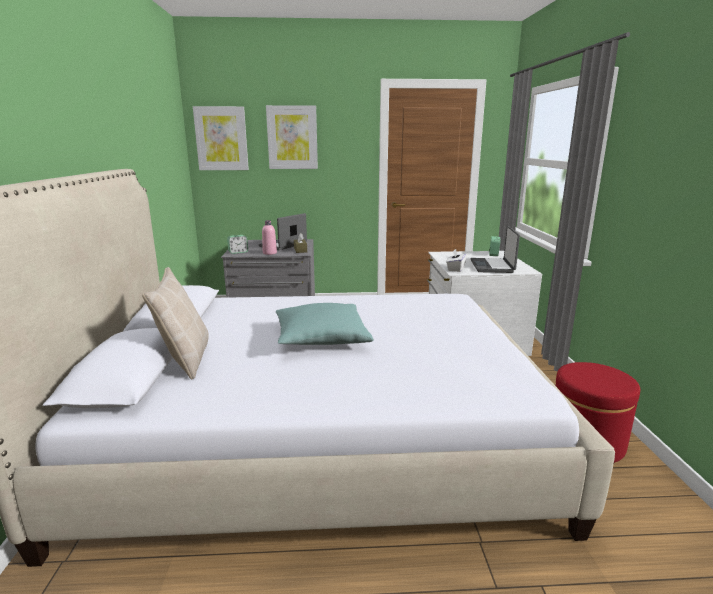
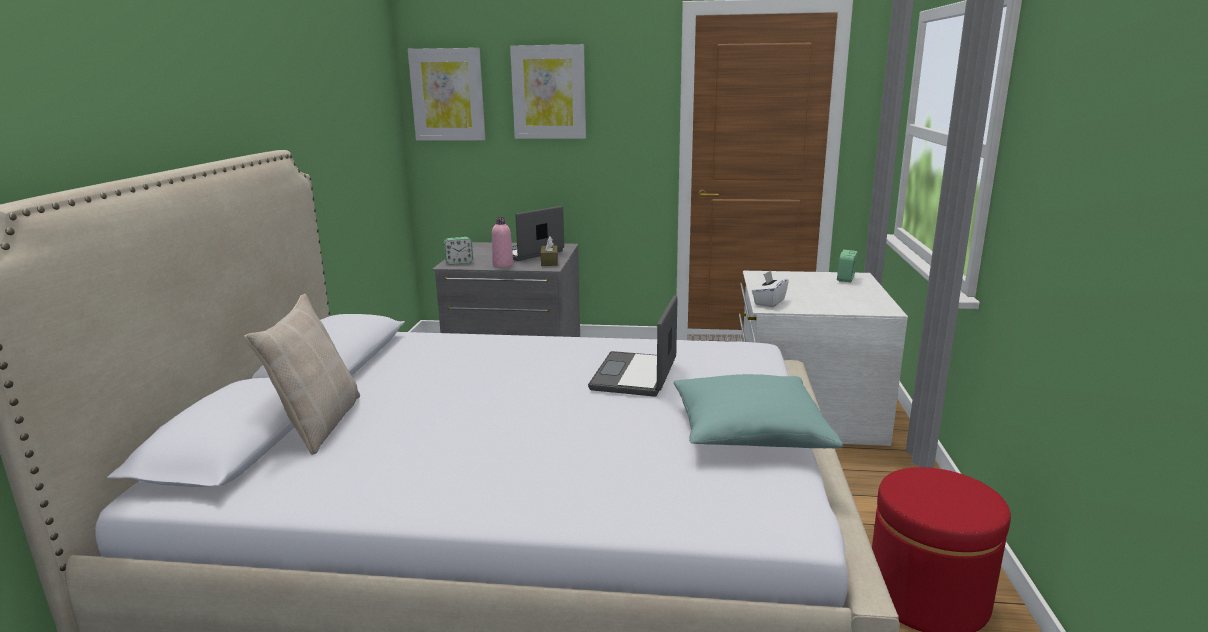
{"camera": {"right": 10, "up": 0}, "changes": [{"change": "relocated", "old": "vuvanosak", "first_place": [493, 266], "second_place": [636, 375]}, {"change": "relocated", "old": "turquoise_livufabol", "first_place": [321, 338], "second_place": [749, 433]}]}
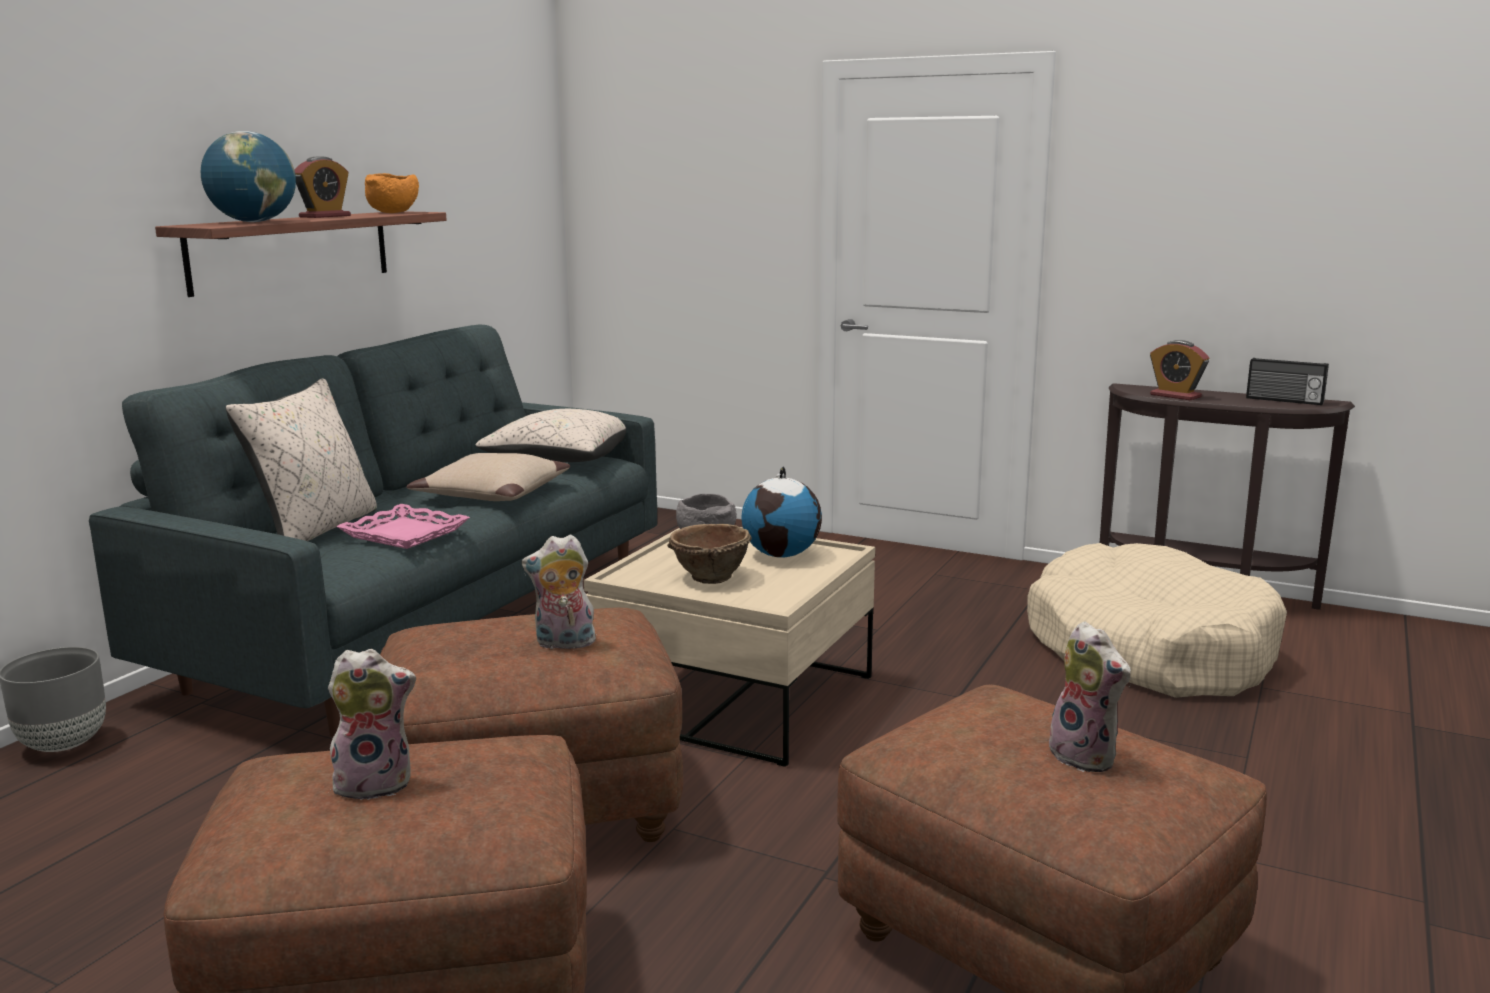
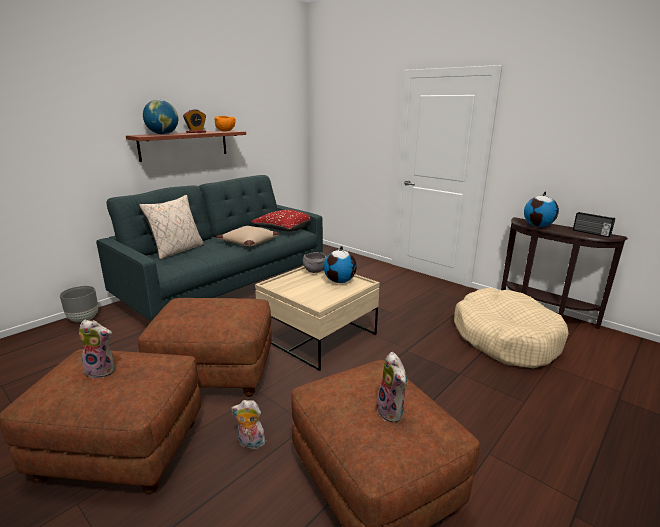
{"camera": {"right": 15, "up": 5}, "changes": [{"change": "exchanged", "old": "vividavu", "new": "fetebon", "first_place": [1175, 396], "second_place": [538, 226]}, {"change": "colour", "old": "beige_livufabol", "new": "red_livufabol", "first_place": [558, 459], "second_place": [284, 229]}, {"change": "missing", "old": "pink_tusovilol", "first_place": [404, 534]}, {"change": "missing", "old": "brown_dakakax", "first_place": [710, 578]}, {"change": "relocated", "old": "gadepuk", "first_place": [563, 644], "second_place": [250, 443]}]}
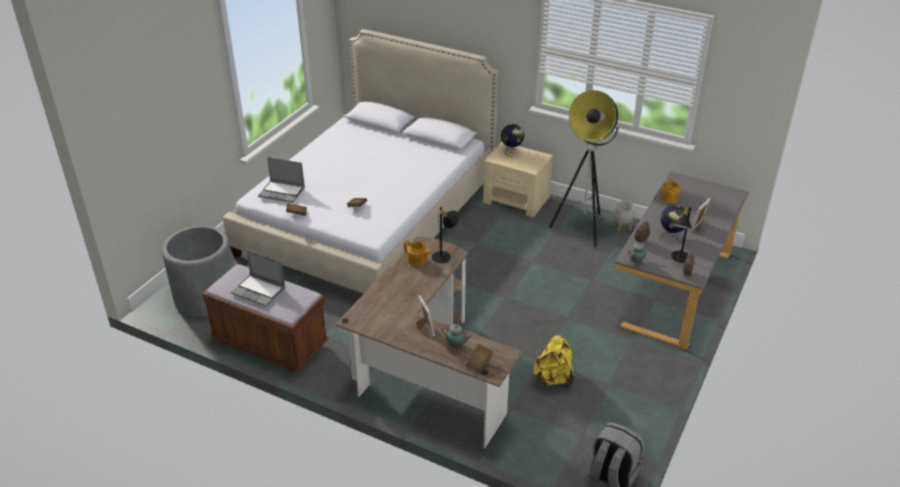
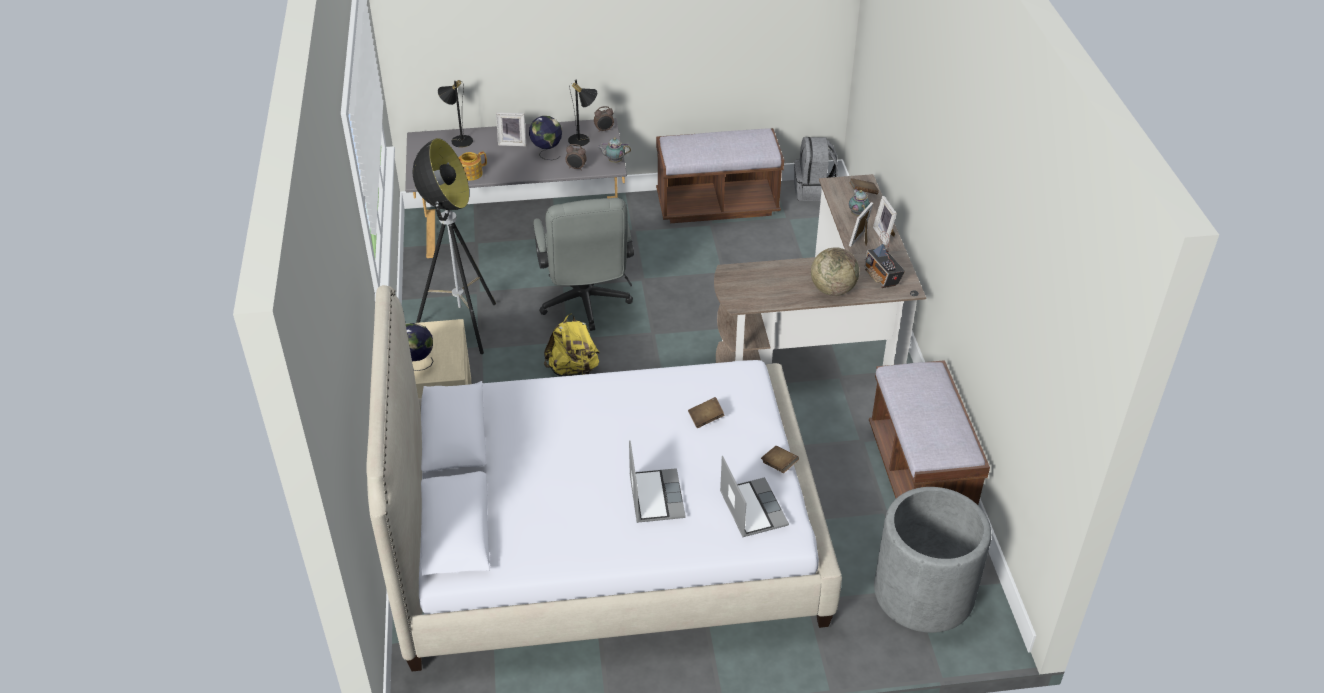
{"camera": {"right": -125, "up": 5}, "changes": [{"change": "missing", "old": "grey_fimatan", "first_place": [622, 227]}, {"change": "relocated", "old": "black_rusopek", "first_place": [444, 256], "second_place": [458, 140]}, {"change": "missing", "old": "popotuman", "first_place": [417, 260]}, {"change": "relocated", "old": "vuvanosak", "first_place": [259, 291], "second_place": [655, 496]}, {"change": "relocated", "old": "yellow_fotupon", "first_place": [553, 379], "second_place": [573, 370]}, {"change": "appeared", "new": "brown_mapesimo", "second_place": [717, 205]}, {"change": "appeared", "new": "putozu", "second_place": [885, 235]}, {"change": "appeared", "new": "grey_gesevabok", "second_place": [585, 305]}, {"change": "appeared", "new": "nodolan", "second_place": [882, 278]}, {"change": "appeared", "new": "fetebon", "second_place": [832, 290]}]}
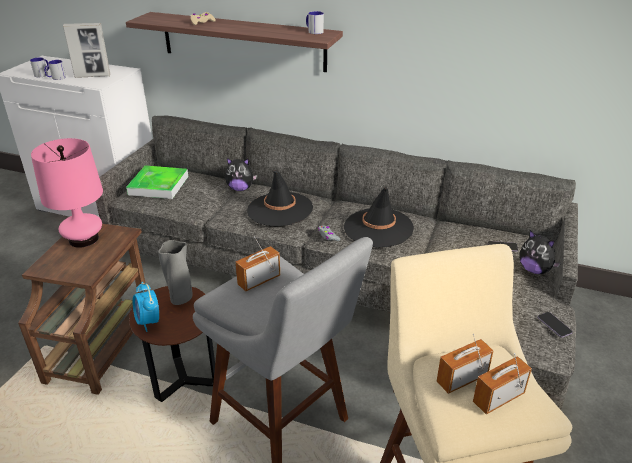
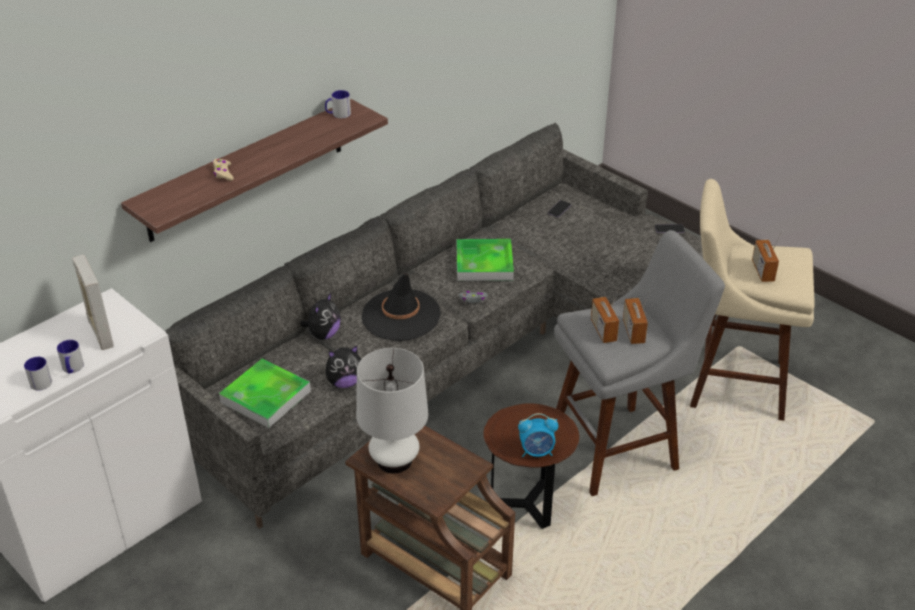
{"camera": {"right": -65, "up": 5}, "changes": [{"change": "spun", "old": "putozu", "first_place": [92, 76], "second_place": [100, 333], "degrees": -45}, {"change": "colour", "old": "pink_rusopek", "new": "white_rusopek", "first_place": [84, 239], "second_place": [394, 460]}, {"change": "exchanged", "old": "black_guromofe", "new": "tusovilol", "first_place": [378, 228], "second_place": [484, 263]}, {"change": "relocated", "old": "gadepuk", "first_place": [534, 270], "second_place": [345, 382]}, {"change": "missing", "old": "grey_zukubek", "first_place": [181, 299]}, {"change": "relocated", "old": "nodolan", "first_place": [498, 398], "second_place": [633, 331]}]}
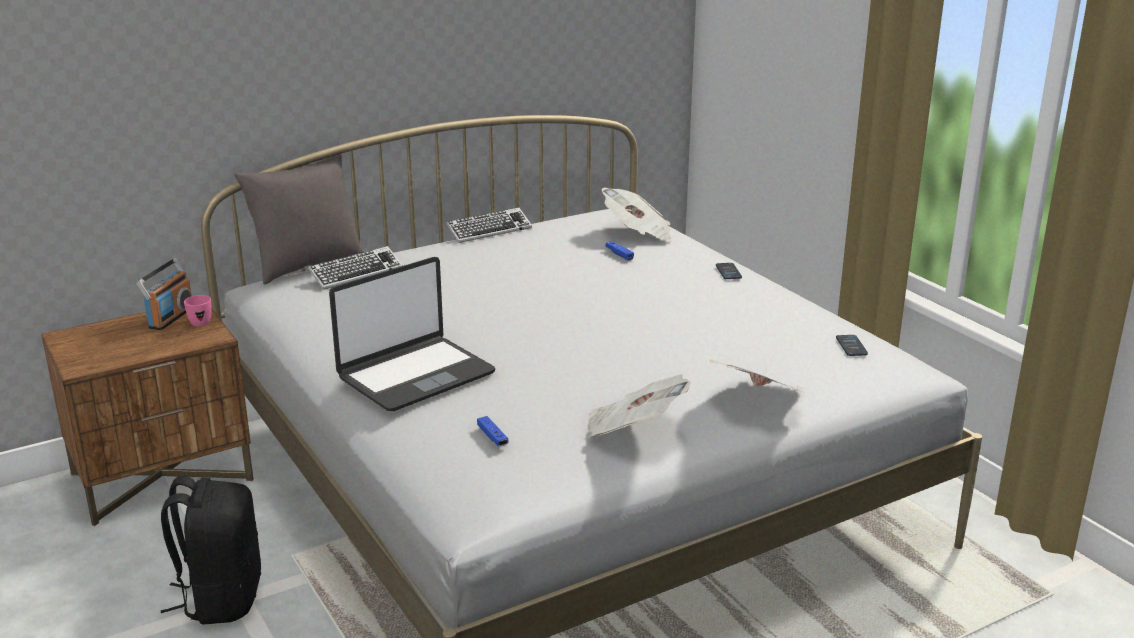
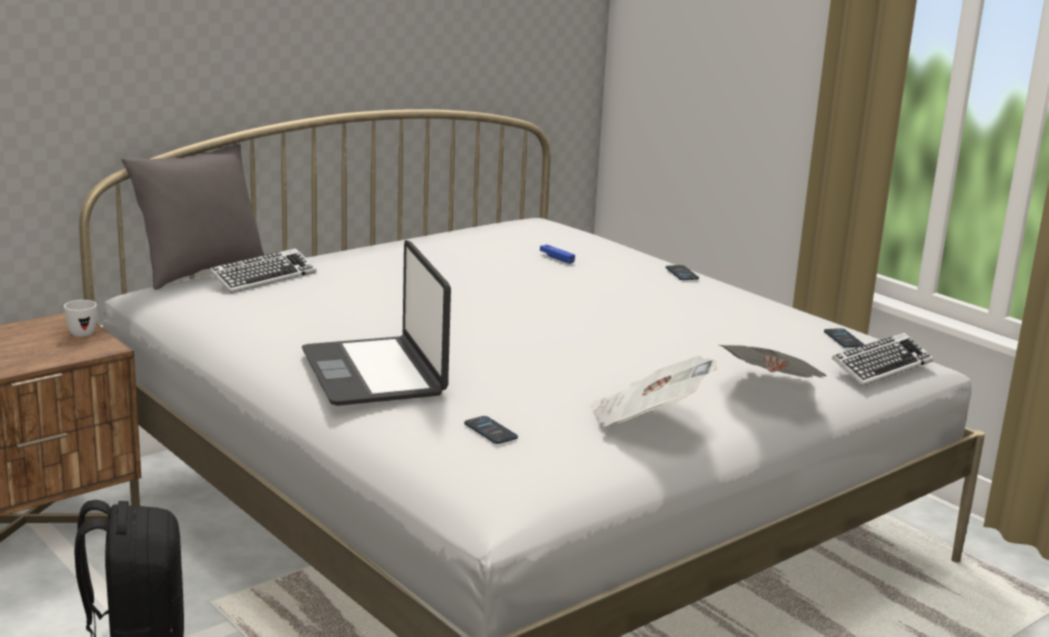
{"camera": {"right": -10, "up": -5}, "changes": [{"change": "missing", "old": "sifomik", "first_place": [638, 233]}, {"change": "relocated", "old": "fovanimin", "first_place": [489, 230], "second_place": [881, 366]}, {"change": "spun", "old": "vuvanosak", "first_place": [415, 375], "second_place": [375, 373], "degrees": 120}, {"change": "missing", "old": "nodolan", "first_place": [170, 317]}, {"change": "colour", "old": "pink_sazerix", "new": "white_sazerix", "first_place": [200, 322], "second_place": [81, 332]}, {"change": "exchanged", "old": "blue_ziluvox", "new": "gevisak", "first_place": [492, 437], "second_place": [490, 431]}]}
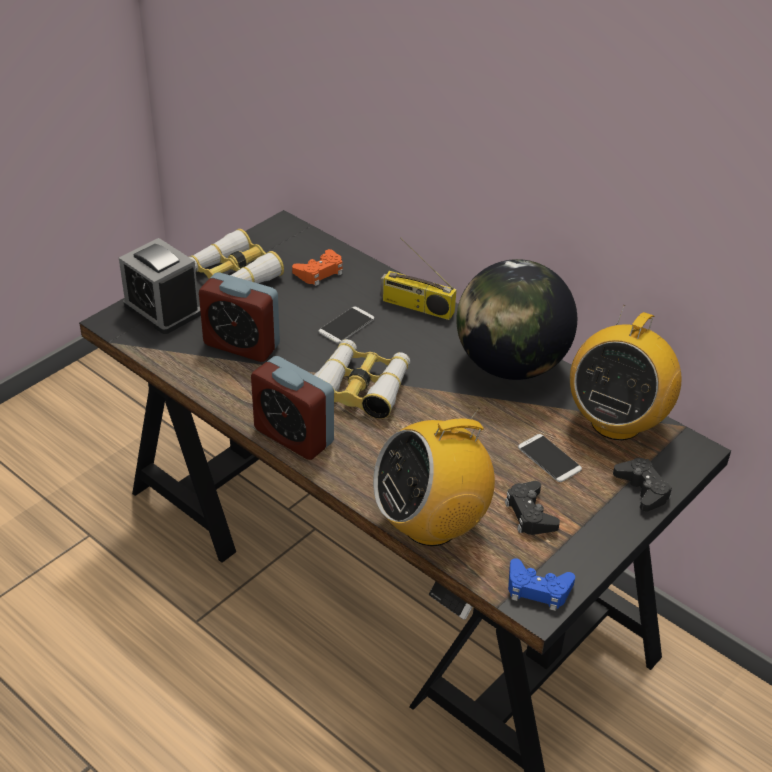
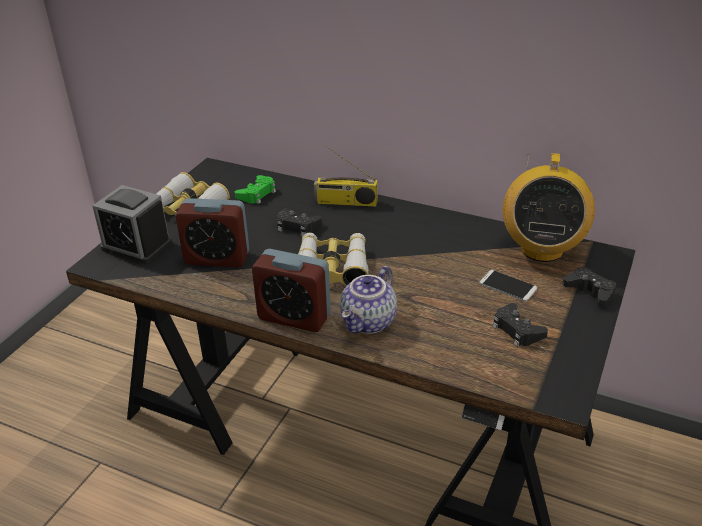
{"camera": {"right": -15, "up": -5}, "changes": [{"change": "colour", "old": "orange_ziluvox", "new": "green_ziluvox", "first_place": [320, 272], "second_place": [257, 194]}, {"change": "missing", "old": "fetebon", "first_place": [510, 365]}, {"change": "exchanged", "old": "gevisak", "new": "black_ziluvox", "first_place": [346, 325], "second_place": [297, 226]}, {"change": "missing", "old": "nodolan", "first_place": [431, 524]}, {"change": "missing", "old": "blue_ziluvox", "first_place": [537, 589]}, {"change": "appeared", "new": "popotuman", "second_place": [369, 322]}]}
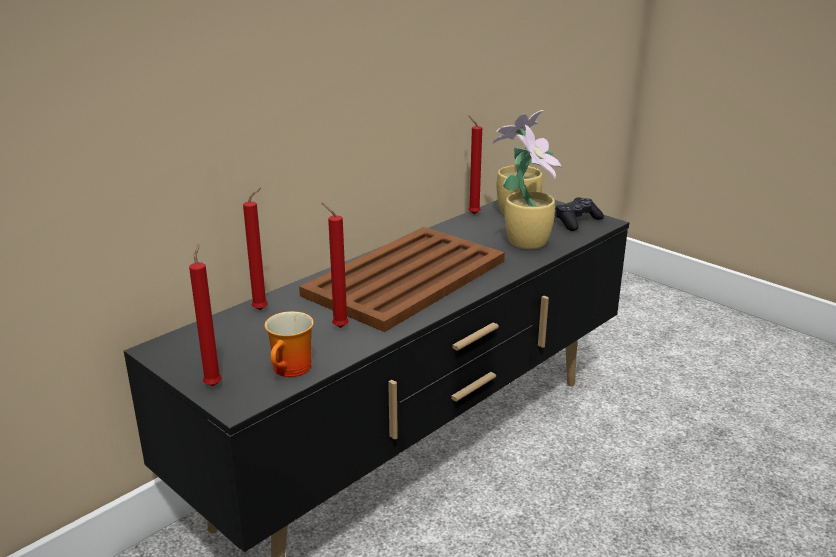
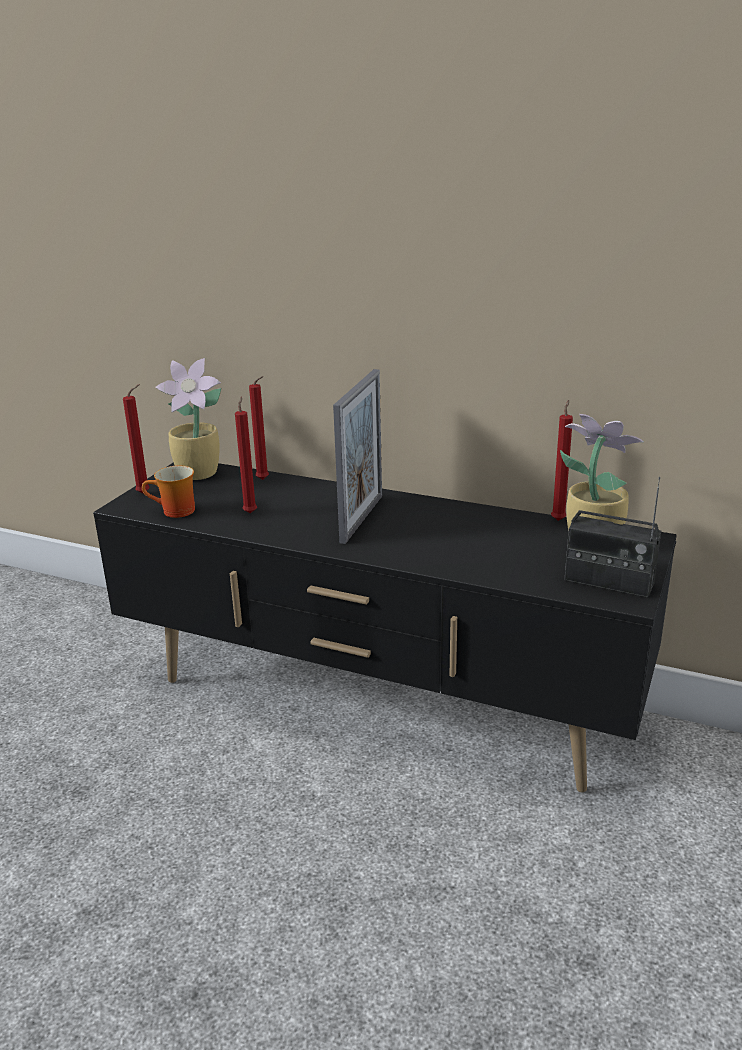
{"camera": {"right": 70, "up": 0}, "changes": [{"change": "relocated", "old": "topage", "first_place": [529, 241], "second_place": [200, 474]}, {"change": "exchanged", "old": "black_ziluvox", "new": "nodolan", "first_place": [577, 221], "second_place": [609, 582]}, {"change": "exchanged", "old": "brown_tusovilol", "new": "putozu", "first_place": [404, 278], "second_place": [362, 518]}]}
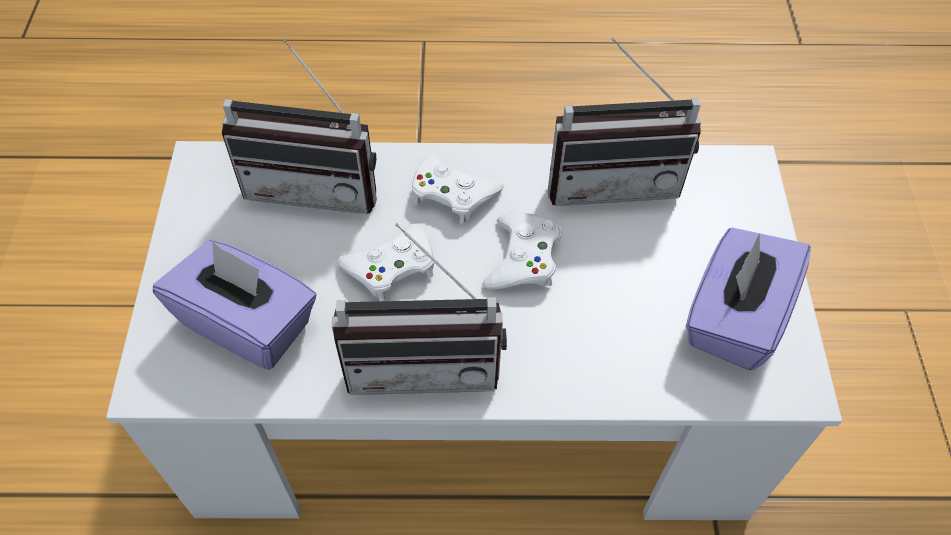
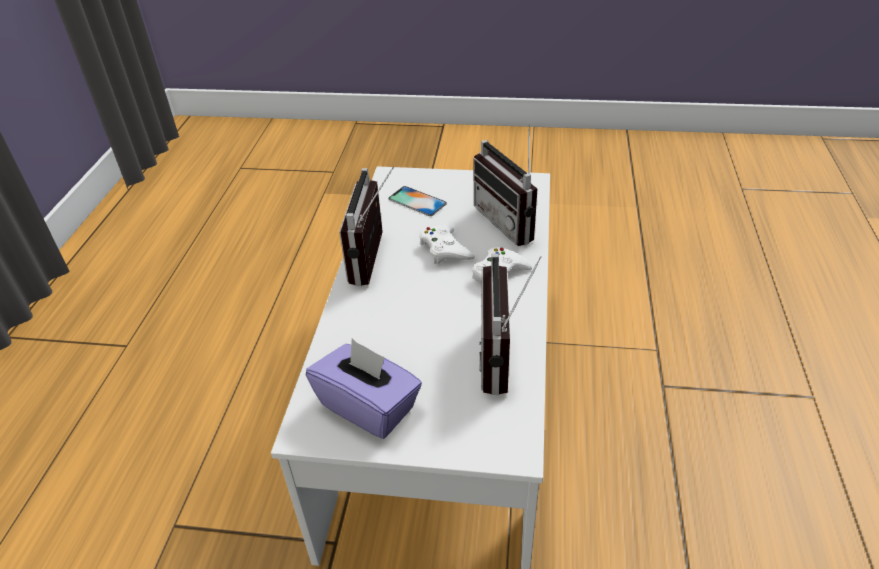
{"camera": {"right": 100, "up": -15}, "changes": [{"change": "spun", "old": "nodolan", "first_place": [316, 184], "second_place": [512, 221], "degrees": -45}, {"change": "missing", "old": "white_ziluvox", "first_place": [523, 258]}, {"change": "exchanged", "old": "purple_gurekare", "new": "gevisak", "first_place": [248, 323], "second_place": [417, 201]}]}
